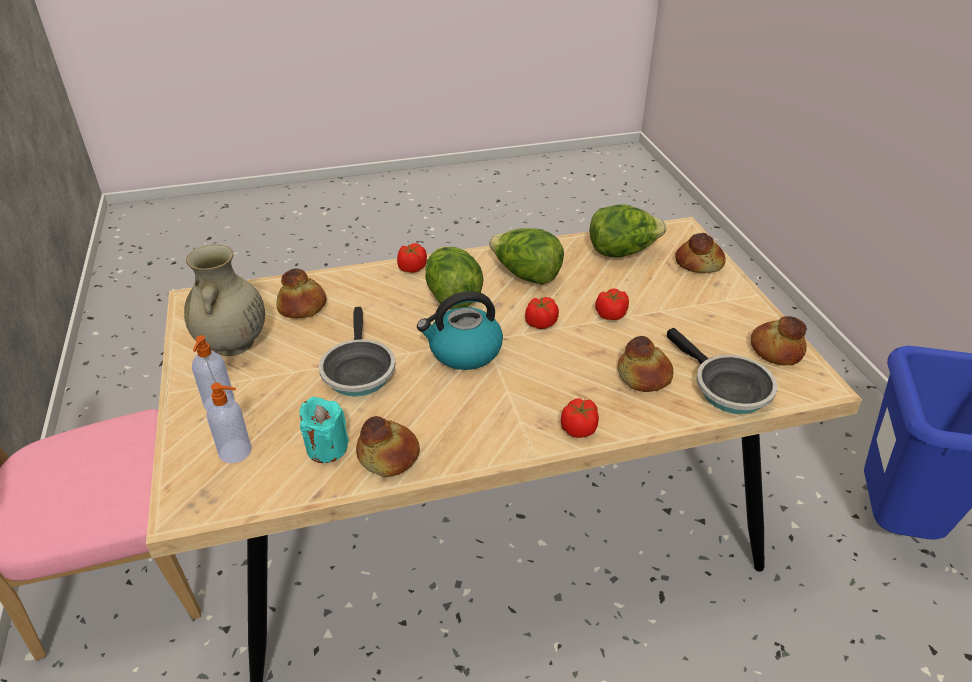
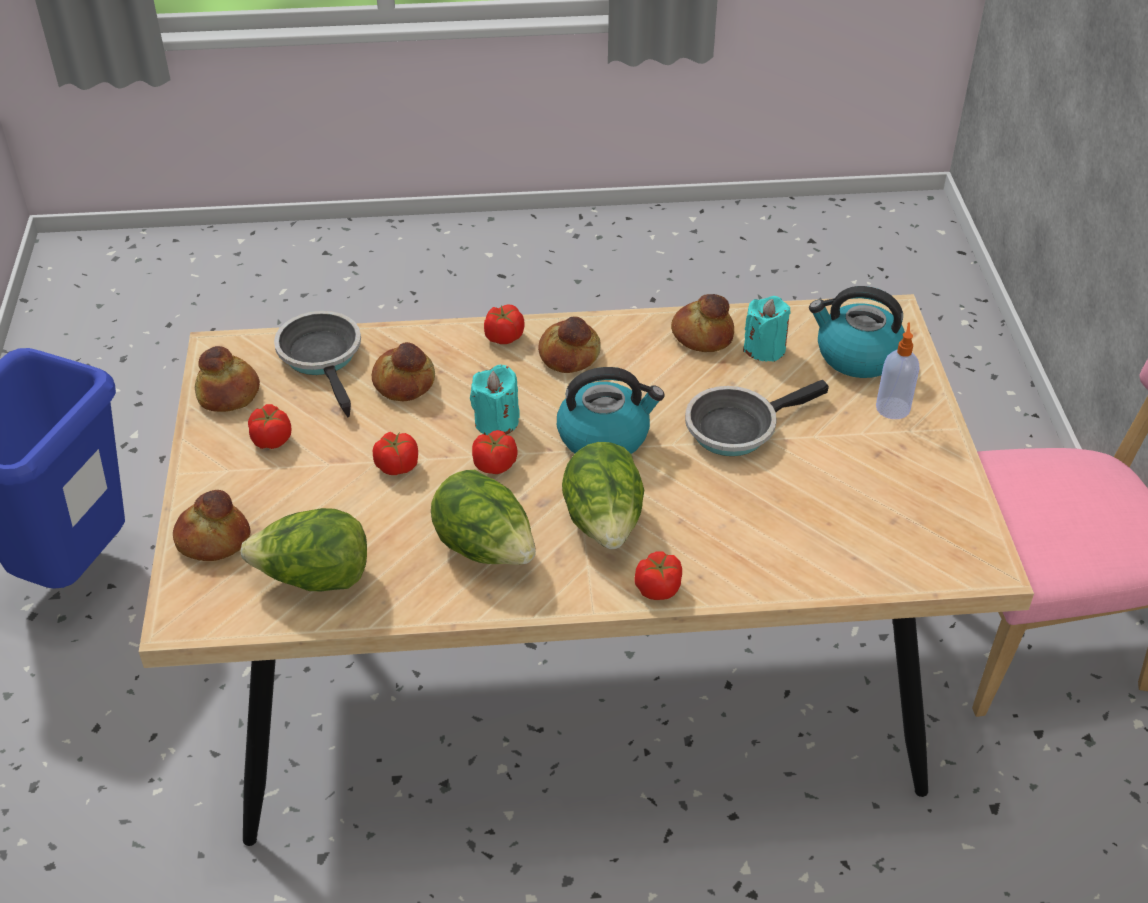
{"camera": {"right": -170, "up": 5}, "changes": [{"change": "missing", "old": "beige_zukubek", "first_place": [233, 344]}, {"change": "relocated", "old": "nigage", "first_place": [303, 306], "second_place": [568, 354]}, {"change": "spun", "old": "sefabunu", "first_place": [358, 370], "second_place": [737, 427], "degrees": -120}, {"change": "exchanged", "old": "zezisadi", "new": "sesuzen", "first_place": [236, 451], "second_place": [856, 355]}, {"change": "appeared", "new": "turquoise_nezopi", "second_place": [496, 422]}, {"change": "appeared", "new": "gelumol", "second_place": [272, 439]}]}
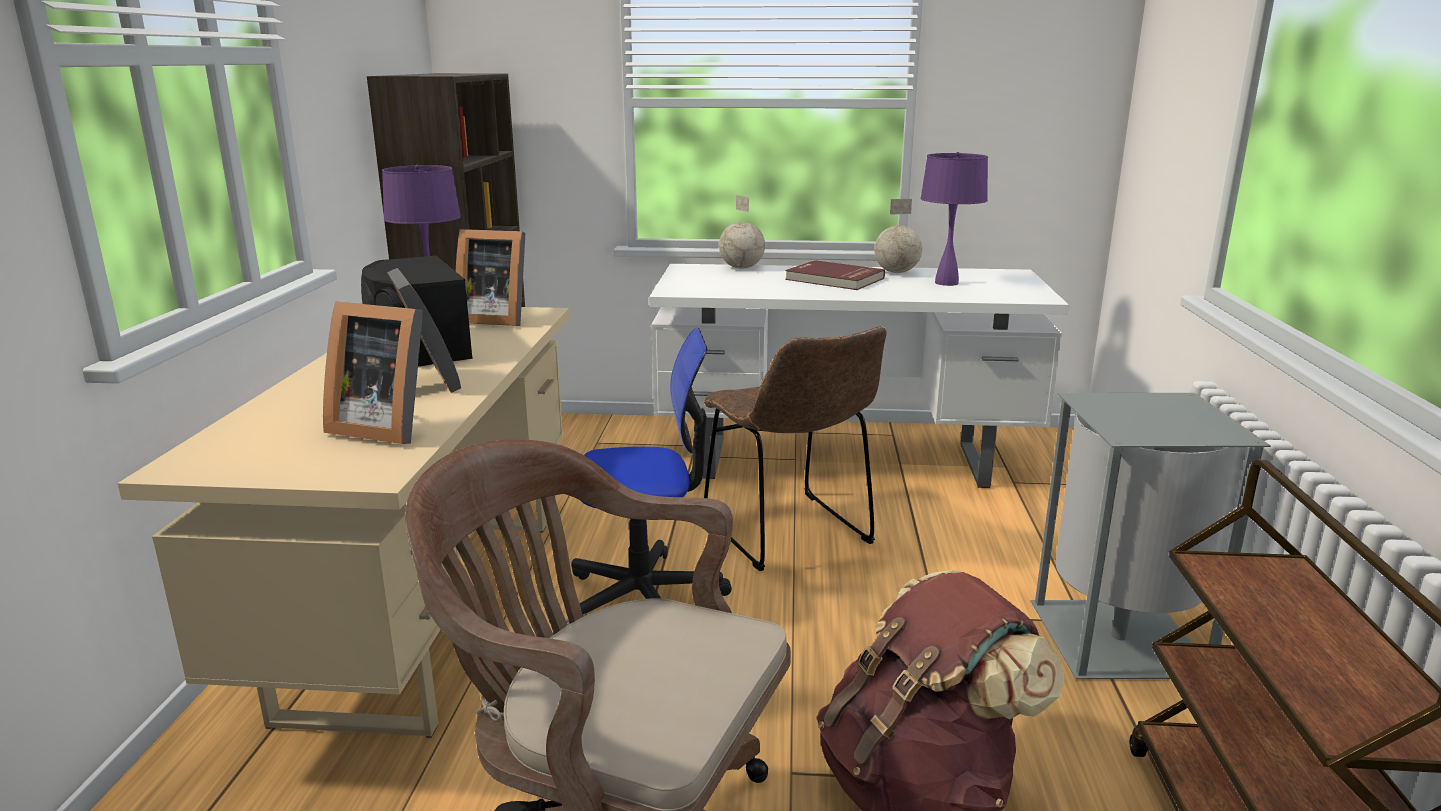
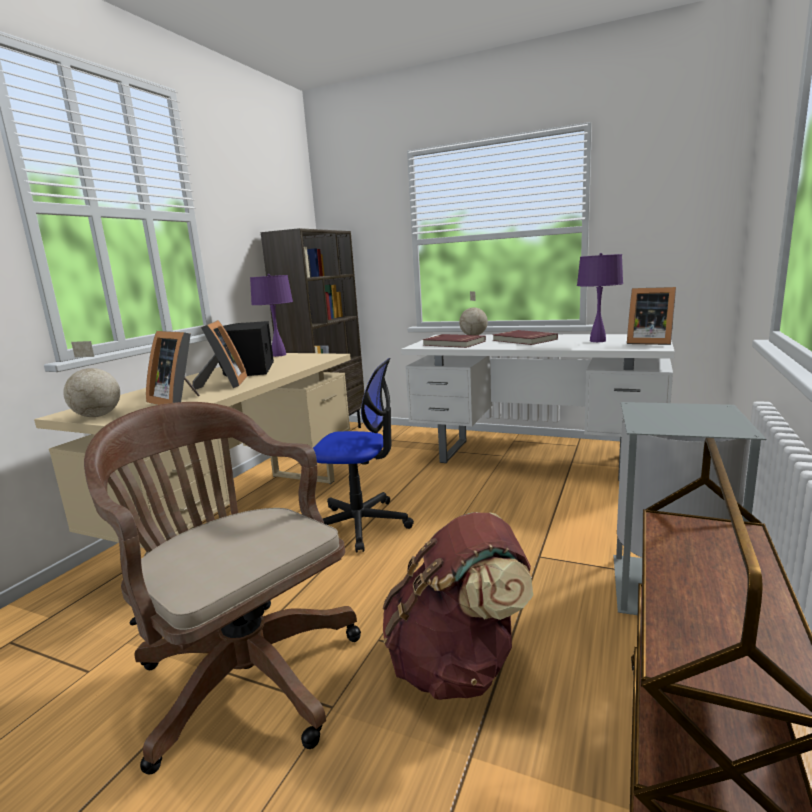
{"camera": {"right": 20, "up": -5}, "changes": [{"change": "relocated", "old": "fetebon", "first_place": [897, 272], "second_place": [97, 416]}, {"change": "relocated", "old": "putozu", "first_place": [494, 319], "second_place": [648, 342]}, {"change": "missing", "old": "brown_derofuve", "first_place": [790, 535]}, {"change": "appeared", "new": "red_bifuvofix", "second_place": [453, 343]}]}
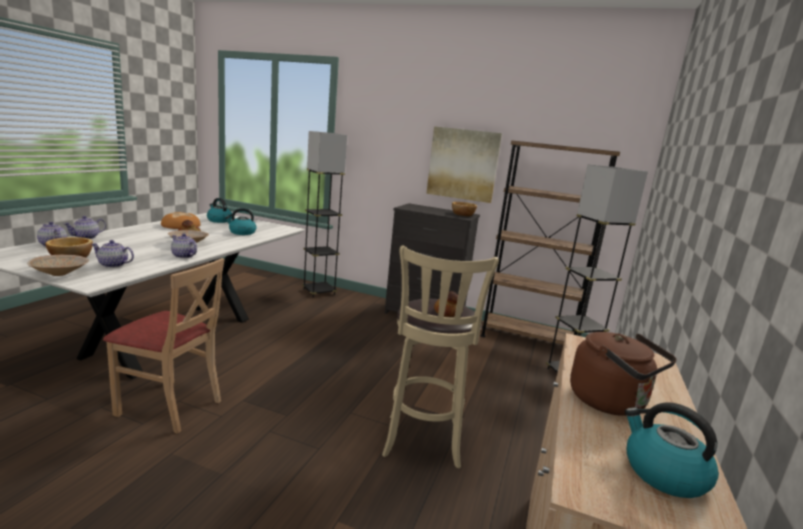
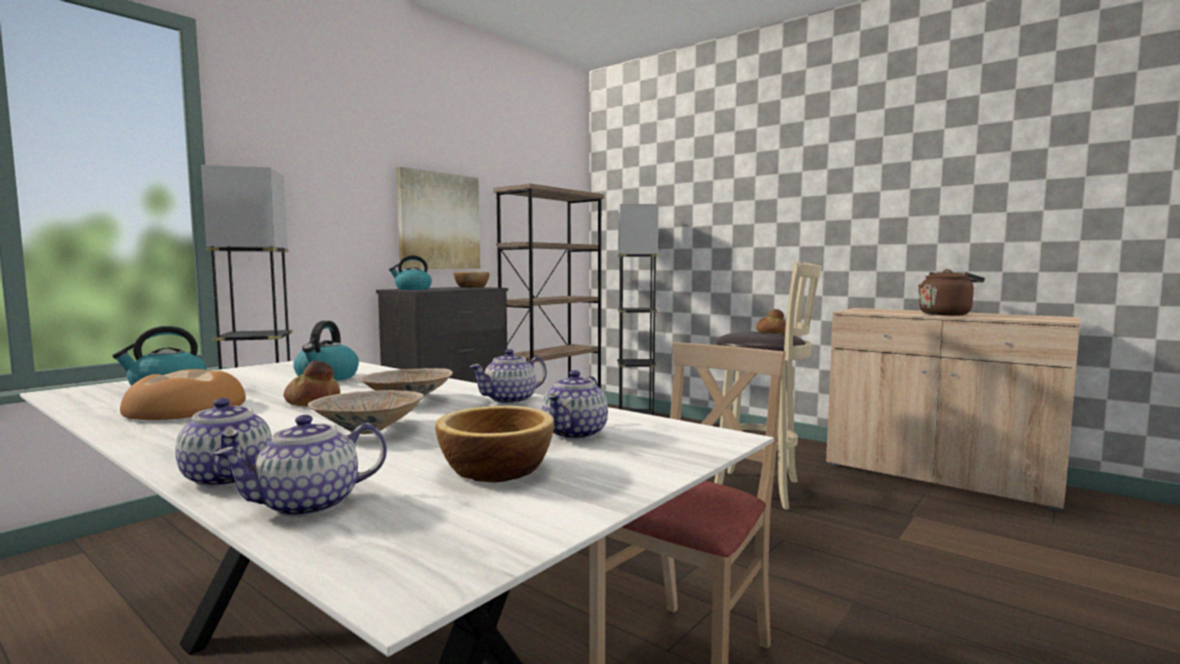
{"camera": {"right": -70, "up": -10}, "changes": [{"change": "relocated", "old": "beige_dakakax", "first_place": [61, 274], "second_place": [368, 430]}, {"change": "relocated", "old": "sesuzen", "first_place": [663, 473], "second_place": [412, 289]}]}
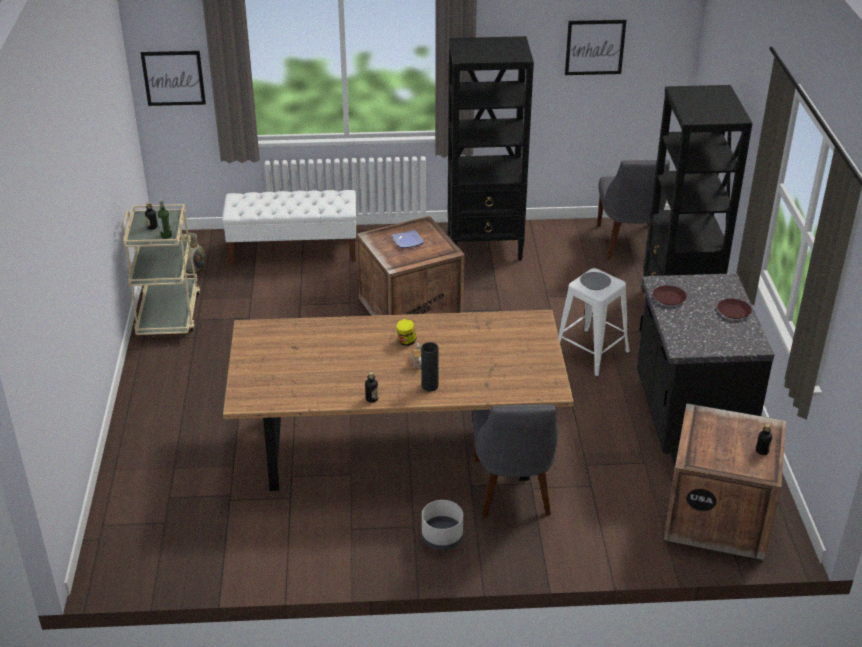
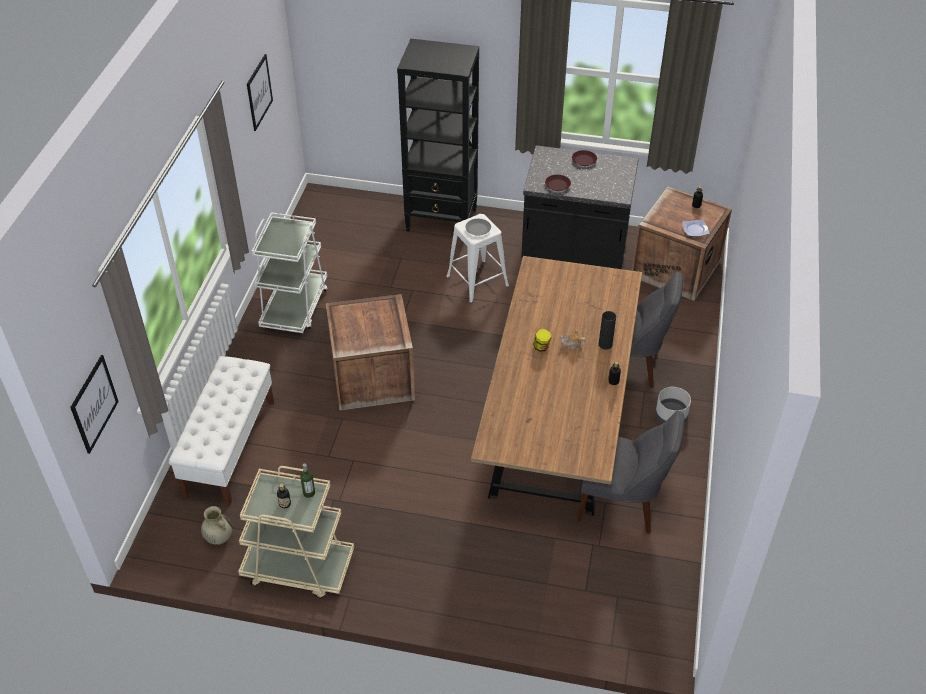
{"camera": {"right": -75, "up": 10}, "changes": [{"change": "exchanged", "old": "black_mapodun", "new": "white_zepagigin", "first_place": [485, 246], "second_place": [295, 307]}, {"change": "relocated", "old": "grey_derofuve", "first_place": [628, 244], "second_place": [622, 504]}, {"change": "relocated", "old": "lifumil", "first_place": [407, 241], "second_place": [694, 230]}]}
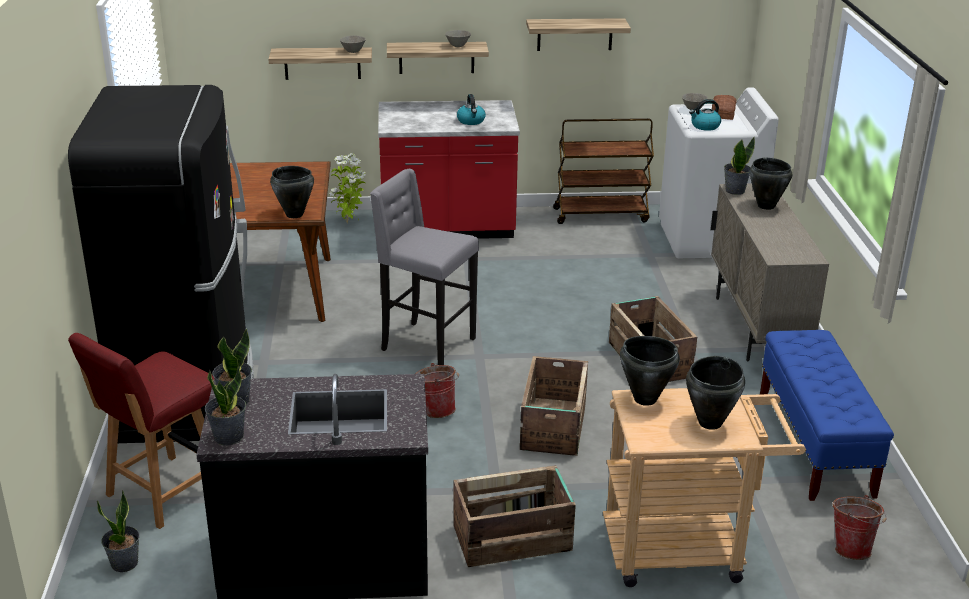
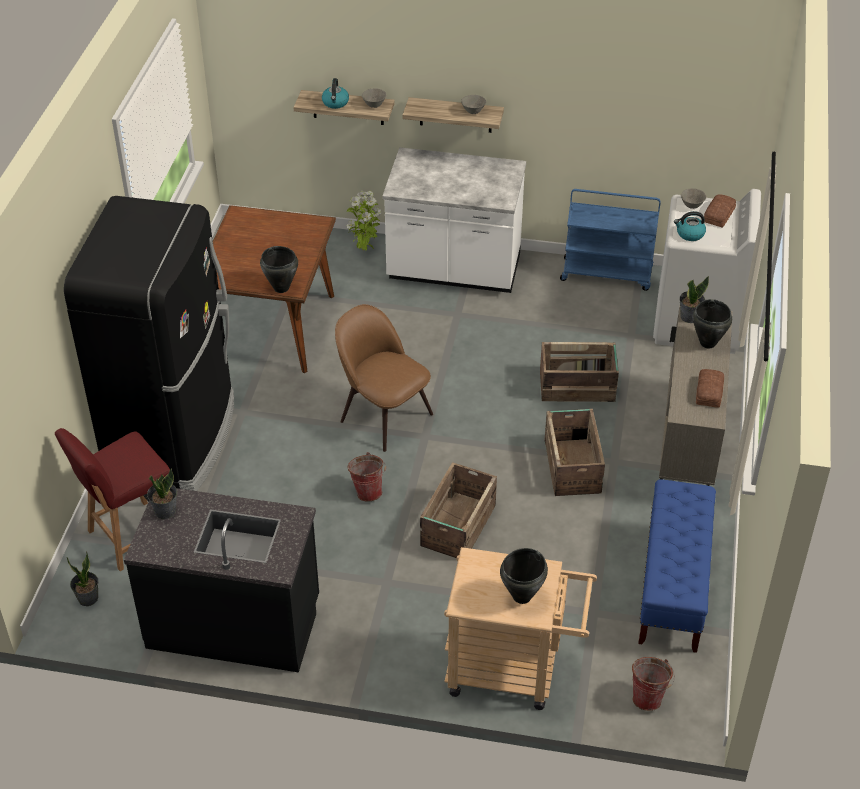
{"camera": {"right": 15, "up": 15}, "changes": [{"change": "missing", "old": "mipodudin", "first_place": [575, 34]}, {"change": "relocated", "old": "sesuzen", "first_place": [471, 121], "second_place": [335, 103]}, {"change": "colour", "old": "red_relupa", "new": "white_relupa", "first_place": [447, 228], "second_place": [454, 270]}, {"change": "colour", "old": "brown_zepagigin", "new": "blue_zepagigin", "first_place": [601, 215], "second_place": [607, 274]}, {"change": "exchanged", "old": "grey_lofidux", "new": "brown_derofuve", "first_place": [425, 345], "second_place": [383, 415]}, {"change": "missing", "old": "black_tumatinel", "first_place": [644, 399]}, {"change": "missing", "old": "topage", "first_place": [228, 436]}, {"change": "relocated", "old": "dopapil", "first_place": [514, 539], "second_place": [578, 387]}, {"change": "appeared", "new": "nigage", "second_place": [708, 392]}]}
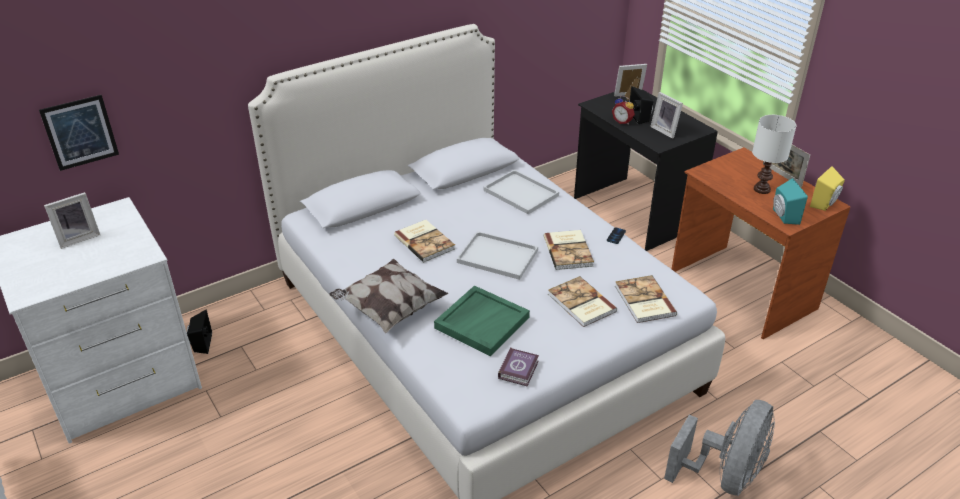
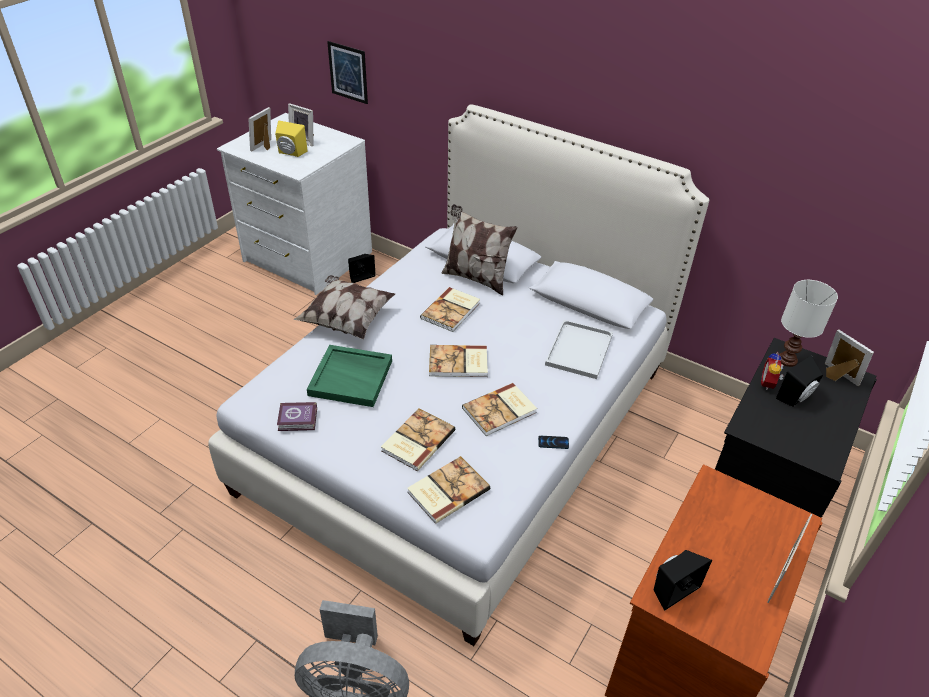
{"camera": {"right": 65, "up": 5}, "changes": [{"change": "relocated", "old": "putozu", "first_place": [665, 131], "second_place": [265, 146]}, {"change": "relocated", "old": "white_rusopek", "first_place": [762, 189], "second_place": [787, 360]}, {"change": "relocated", "old": "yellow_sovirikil", "first_place": [825, 204], "second_place": [290, 153]}, {"change": "colour", "old": "turquoise_sovirikil", "new": "black_sovirikil", "first_place": [783, 216], "second_place": [672, 588]}, {"change": "exchanged", "old": "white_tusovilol", "new": "bifuvofix", "first_place": [499, 256], "second_place": [459, 363]}, {"change": "appeared", "new": "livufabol", "second_place": [475, 278]}]}
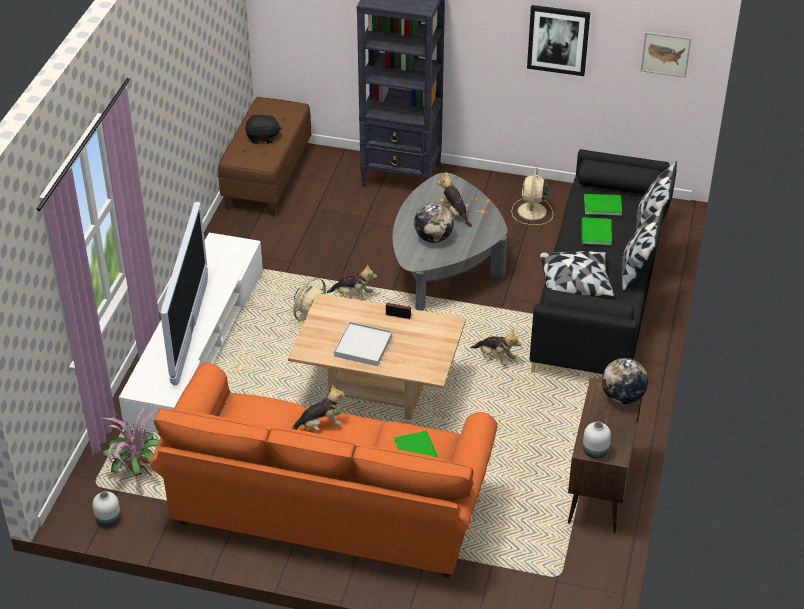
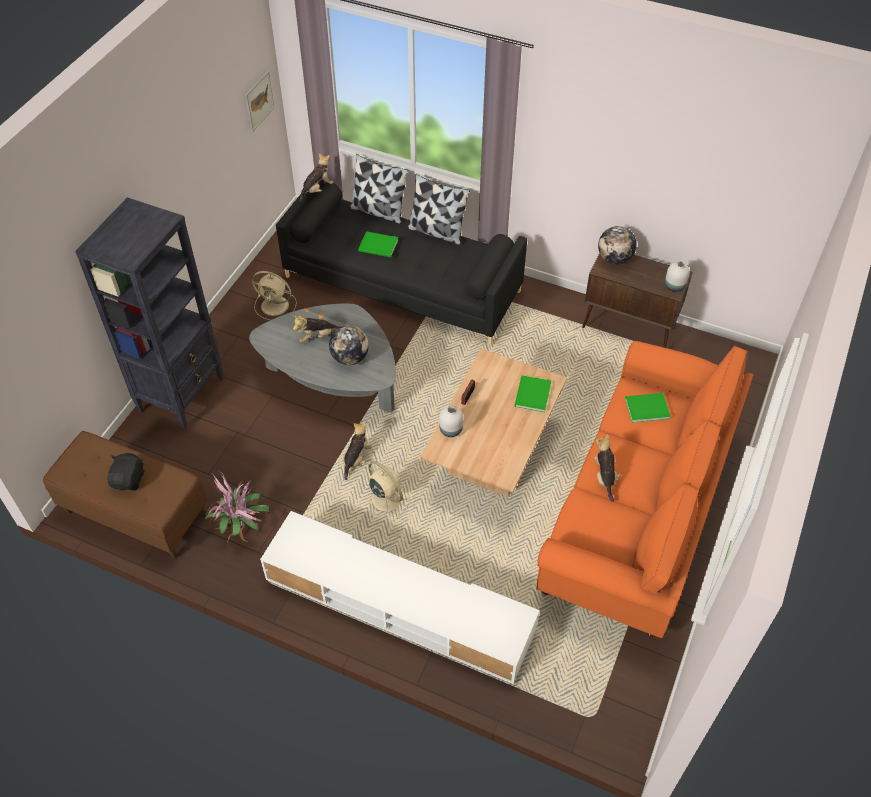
{"camera": {"right": -80, "up": 10}, "changes": [{"change": "missing", "old": "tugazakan", "first_place": [558, 39]}, {"change": "relocated", "old": "green_bifuvofix", "first_place": [601, 205], "second_place": [531, 395]}, {"change": "missing", "old": "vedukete", "first_place": [190, 332]}, {"change": "missing", "old": "livufabol", "first_place": [575, 284]}, {"change": "missing", "old": "white_tusovilol", "first_place": [363, 346]}, {"change": "relocated", "old": "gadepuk", "first_place": [495, 357], "second_place": [317, 189]}, {"change": "relocated", "old": "topage", "first_place": [135, 471], "second_place": [241, 528]}, {"change": "relocated", "old": "white_zukubek", "first_place": [109, 519], "second_place": [451, 429]}]}
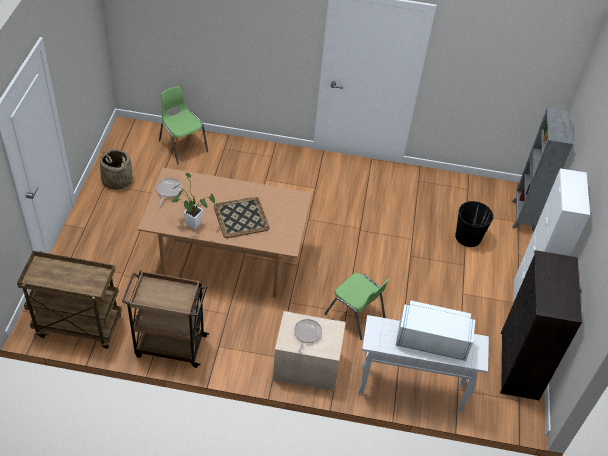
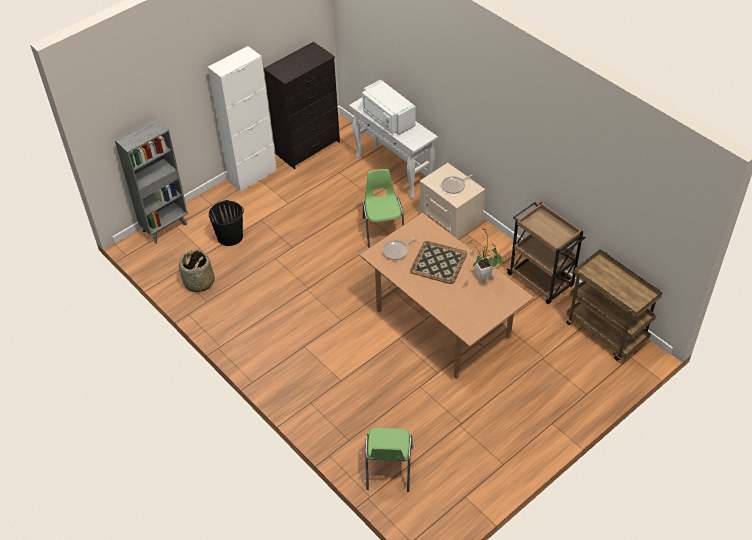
{"camera": {"right": -135, "up": 0}, "changes": [{"change": "relocated", "old": "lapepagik", "first_place": [117, 180], "second_place": [199, 282]}, {"change": "relocated", "old": "sefabunu", "first_place": [168, 191], "second_place": [397, 251]}]}
